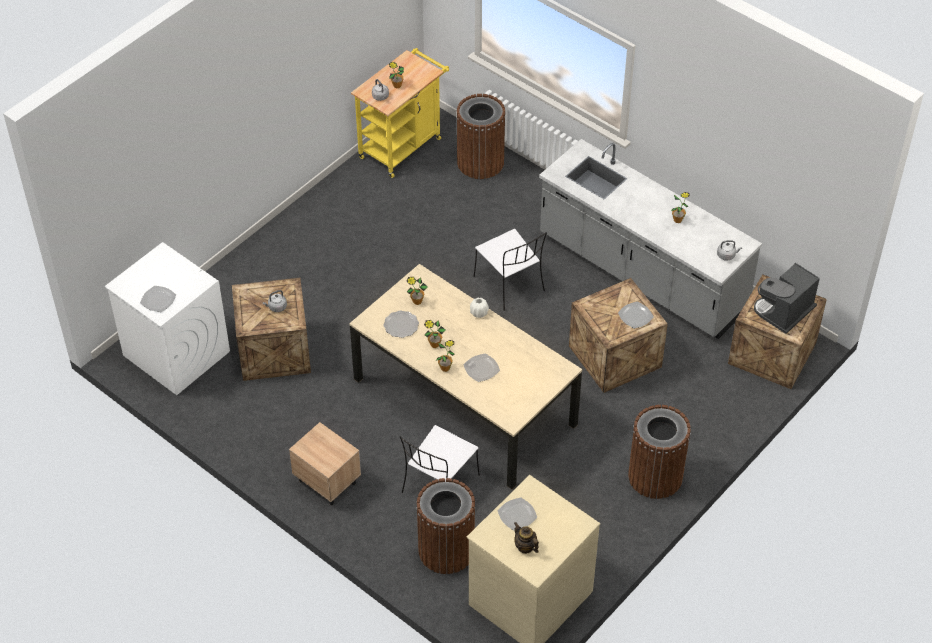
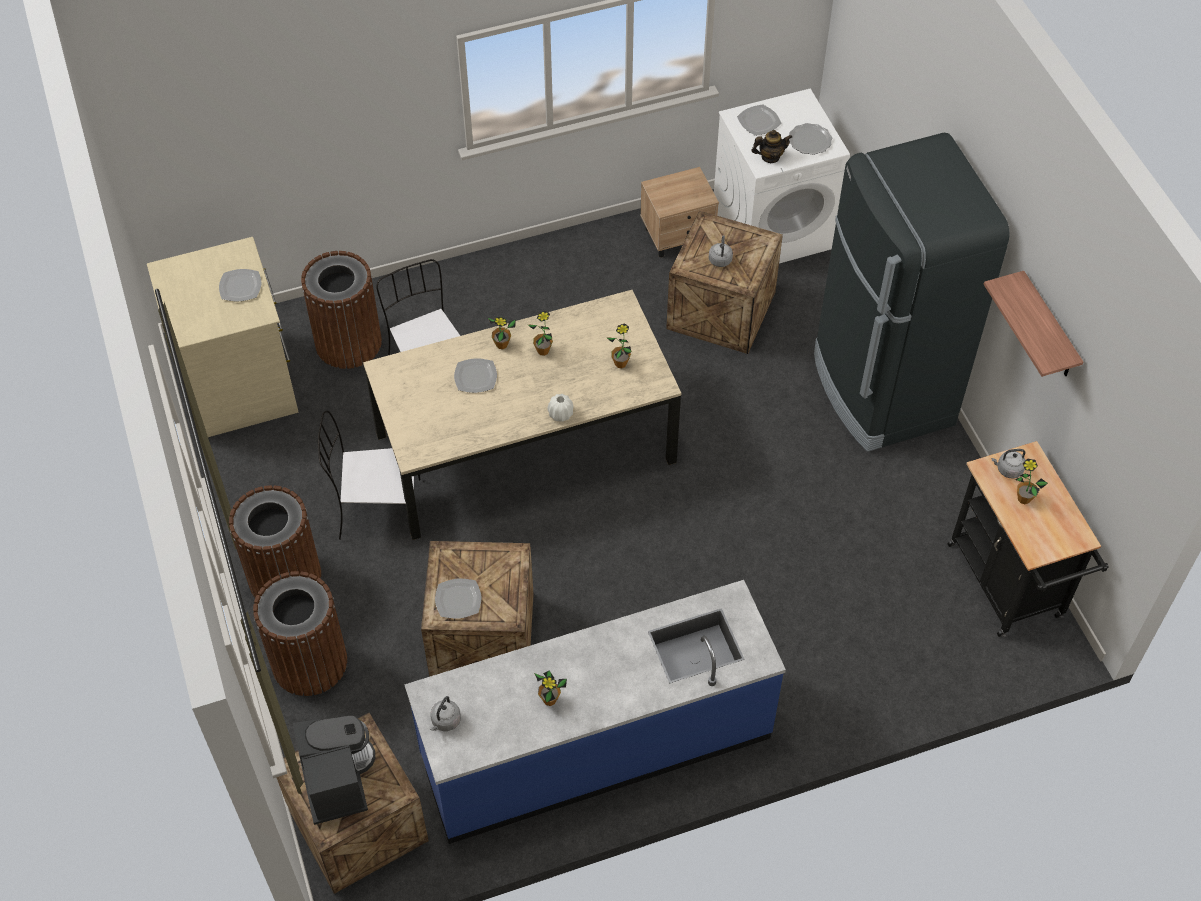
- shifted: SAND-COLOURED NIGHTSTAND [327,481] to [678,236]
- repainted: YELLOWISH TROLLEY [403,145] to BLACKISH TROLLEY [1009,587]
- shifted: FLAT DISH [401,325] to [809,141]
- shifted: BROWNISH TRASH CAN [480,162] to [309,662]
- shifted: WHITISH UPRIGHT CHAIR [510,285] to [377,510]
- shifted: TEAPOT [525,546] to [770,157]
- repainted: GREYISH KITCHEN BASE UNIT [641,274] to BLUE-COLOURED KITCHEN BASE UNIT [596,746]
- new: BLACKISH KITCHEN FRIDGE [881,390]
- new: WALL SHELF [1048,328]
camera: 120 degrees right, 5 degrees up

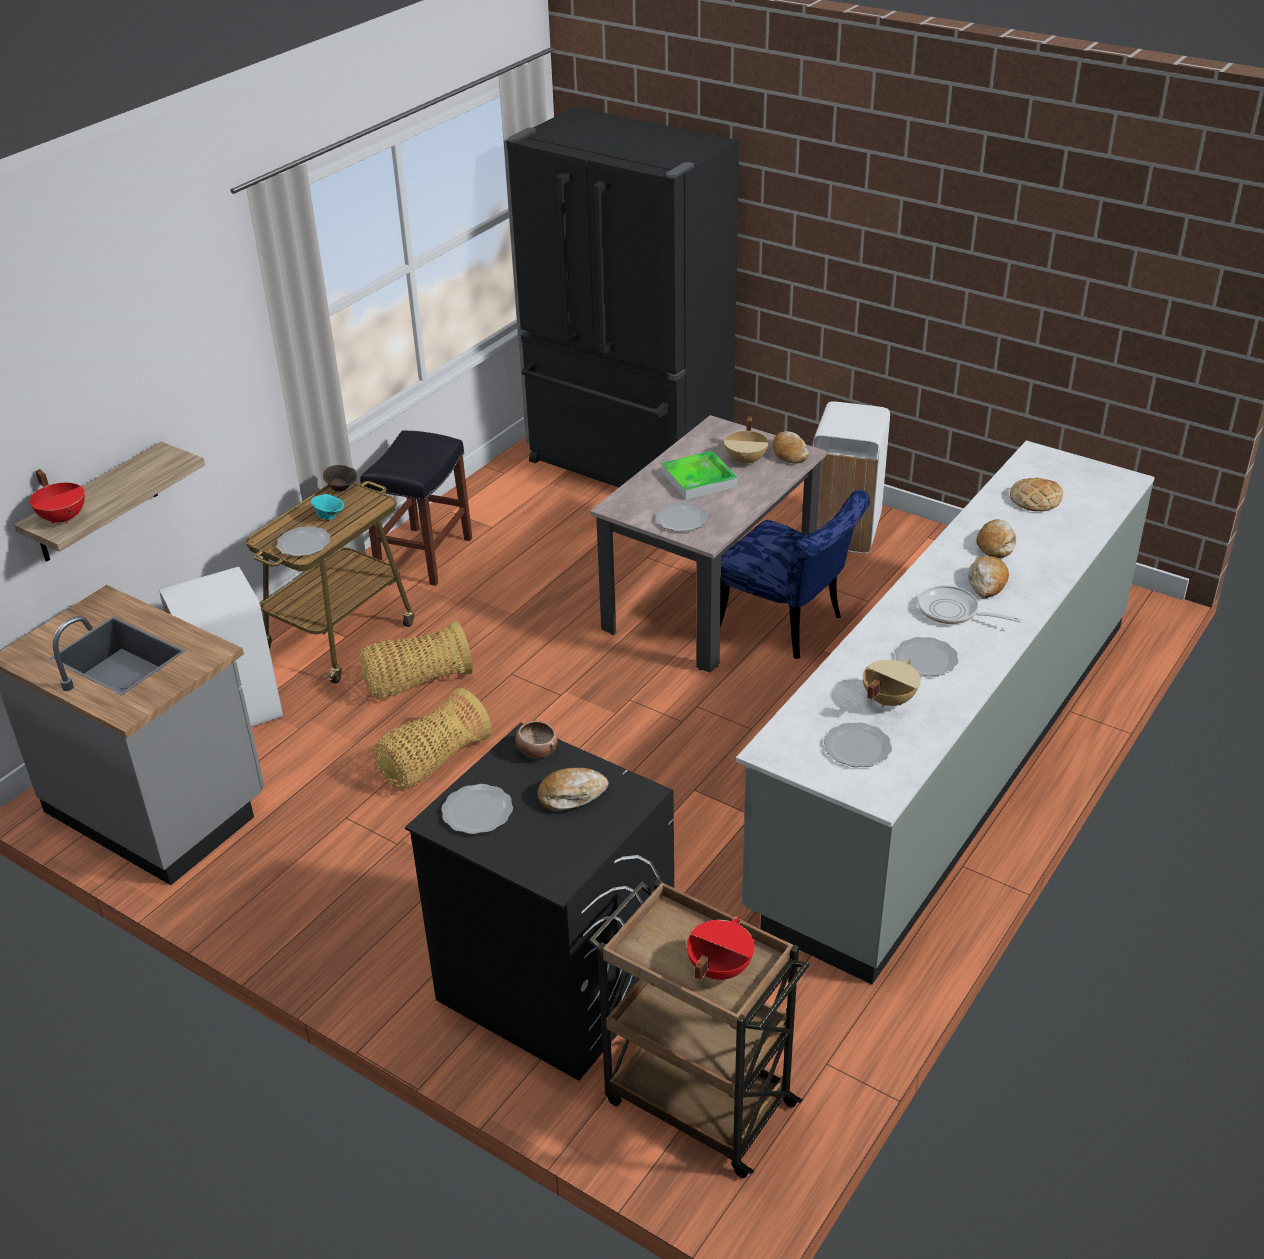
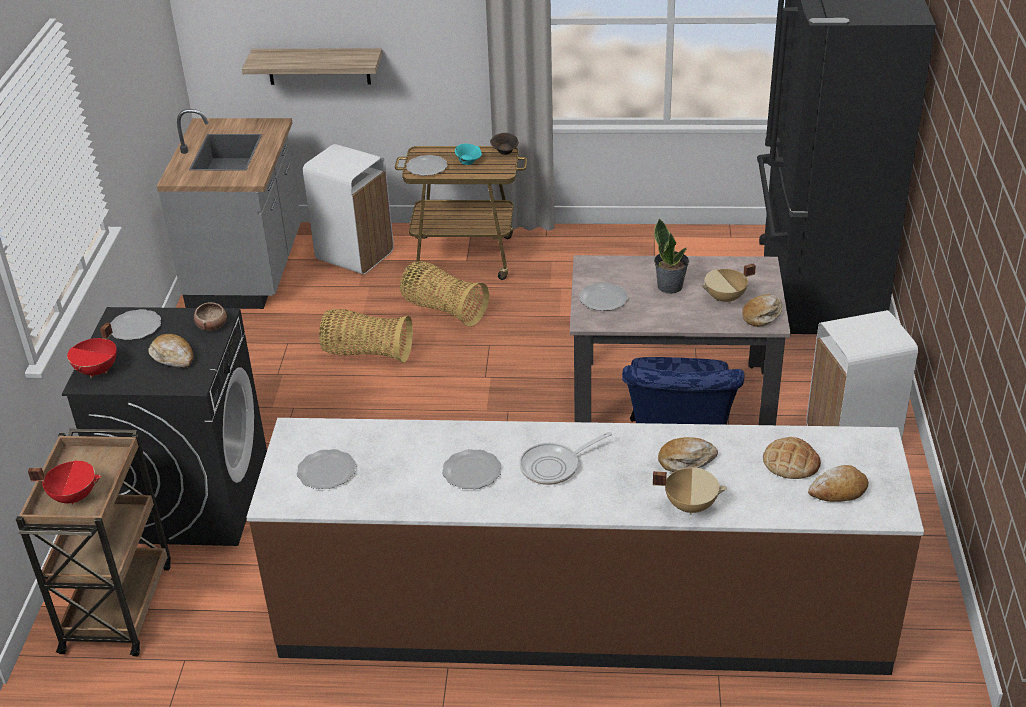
- shifted: RED-COLOURED STOCKPOT [64,518] to [98,371]
- gone: BLACKISH SITTING STOOL [424,555]
- swapped: SERVING TRAY [699,479] to POTTED PLANT [670,286]
- repainted: GREYISH KITCHEN BASE UNIT [948,757] to BROWNISH KITCHEN BASE UNIT [581,613]
- shifted: SAND-COLOURED STOCKPOT [887,699] to [690,505]
- rotated: PAN [953,612] = [554,466] 120 degrees counterclockwise
- shifted: BREAD [987,583] to [838,491]
camera: 60 degrees right, 0 degrees up

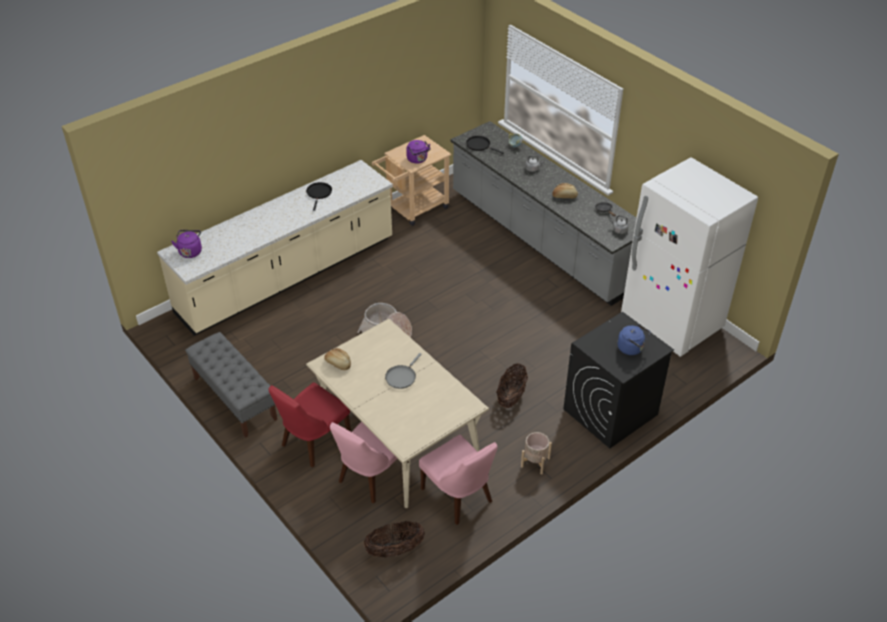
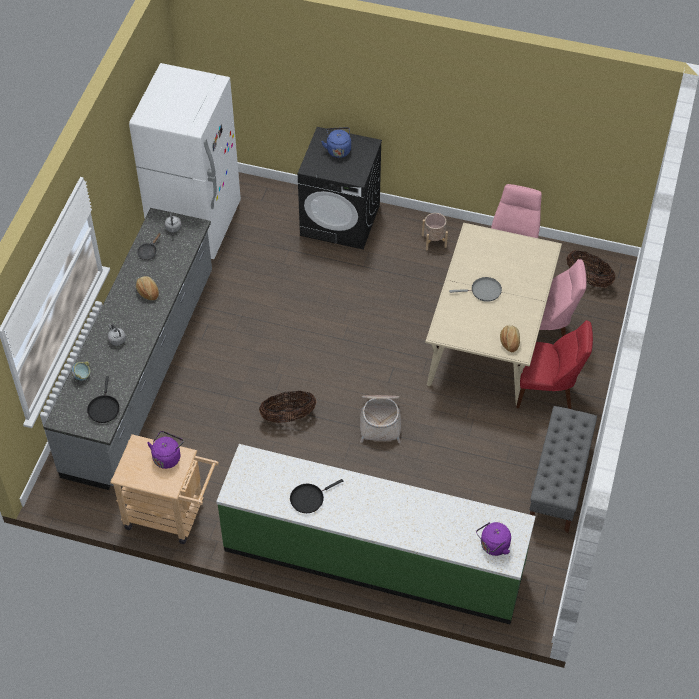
- repainted: SAND-COLOURED KITCHEN BASE UNIT [287,276] to GREEN-COLOURED KITCHEN BASE UNIT [374,558]
- shifted: STORAGE BASKET [511,396] to [288,416]
camera: 125 degrees left, 10 degrees up

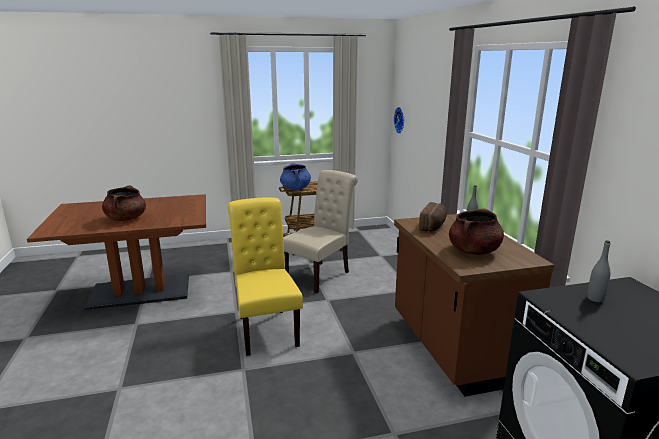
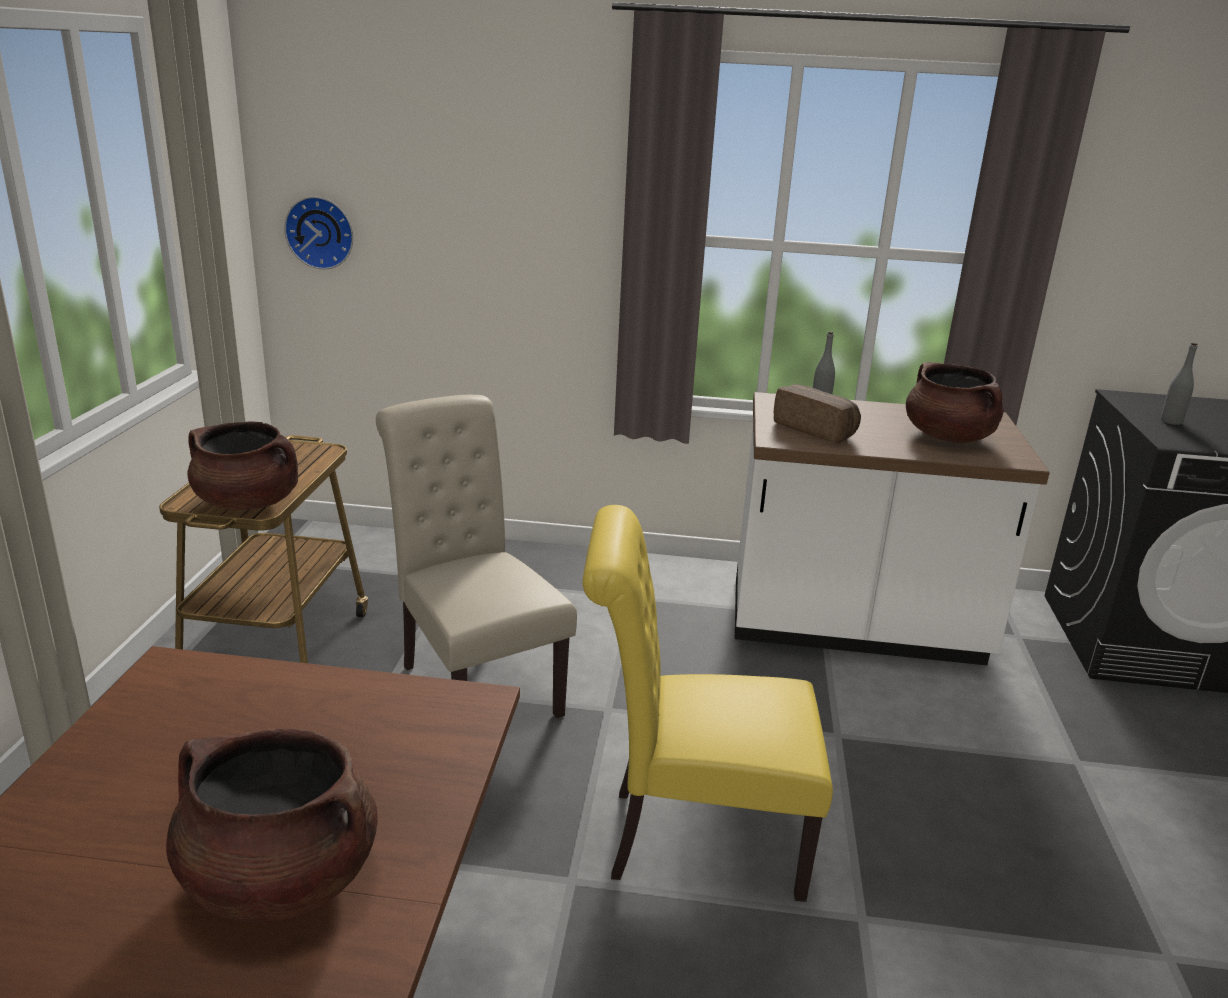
- repainted: BLUE-COLOURED STOCKPOT [295,188] to BROWNISH STOCKPOT [248,502]
- repainted: BROWNISH KITCHEN BASE UNIT [453,348] to WHITISH KITCHEN BASE UNIT [854,627]
camera: 70 degrees left, 5 degrees up

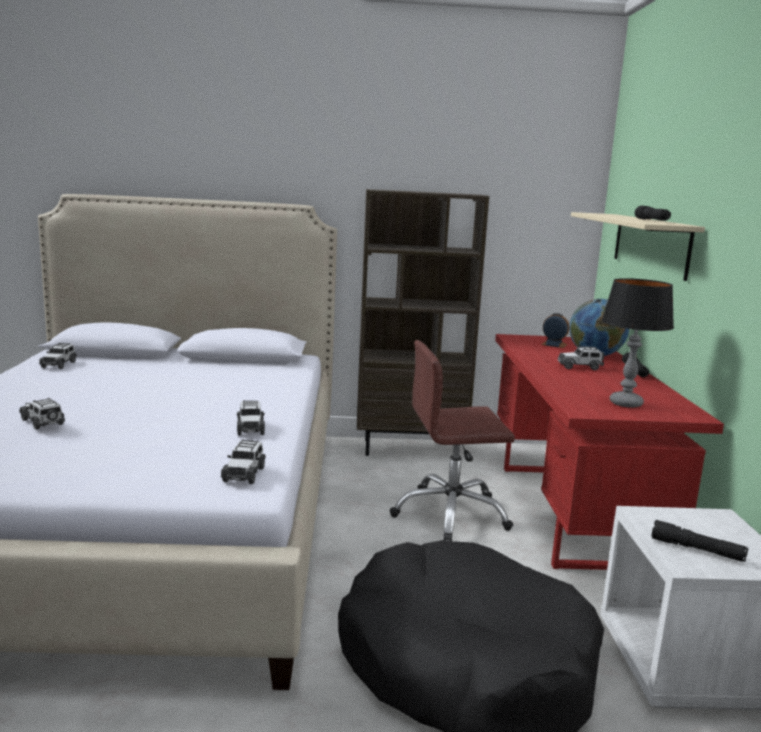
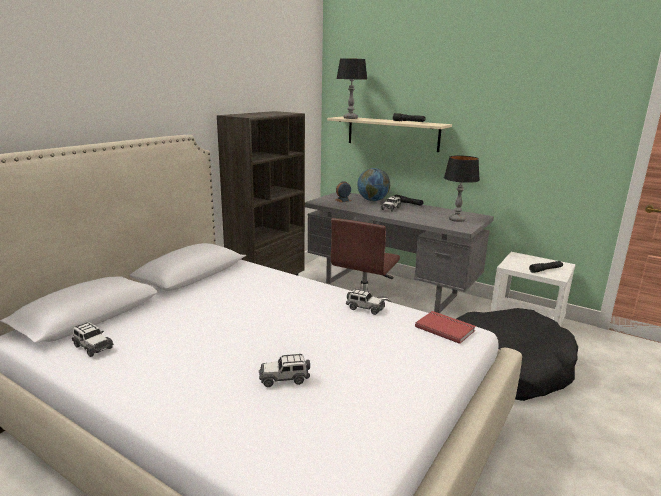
- swapped: MODEL CAR [244,474] to RED-COLOURED BOOK [445,328]
- repainted: RED-COLOURED DESK UNIT [570,513] to GREYISH DESK UNIT [391,289]
- new: TABLE LAMP [350,118]
camera: 55 degrees left, 5 degrees up

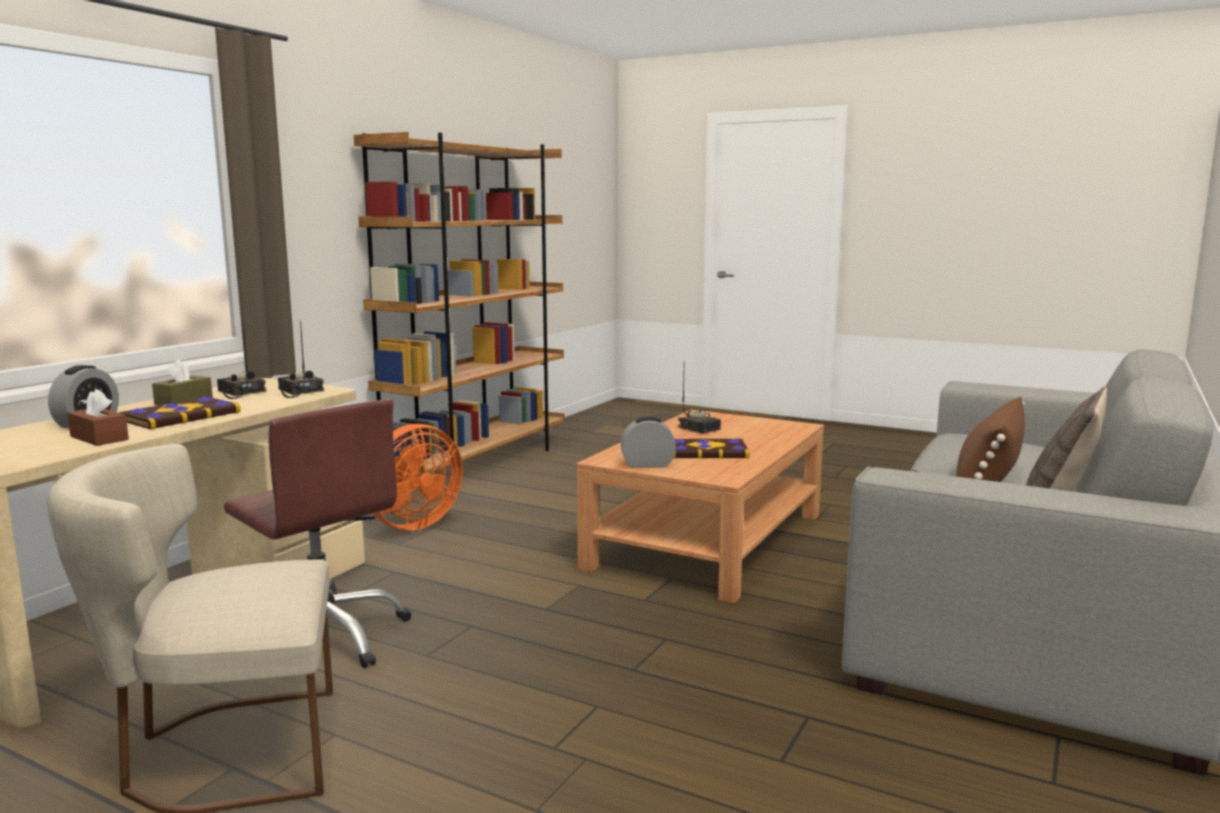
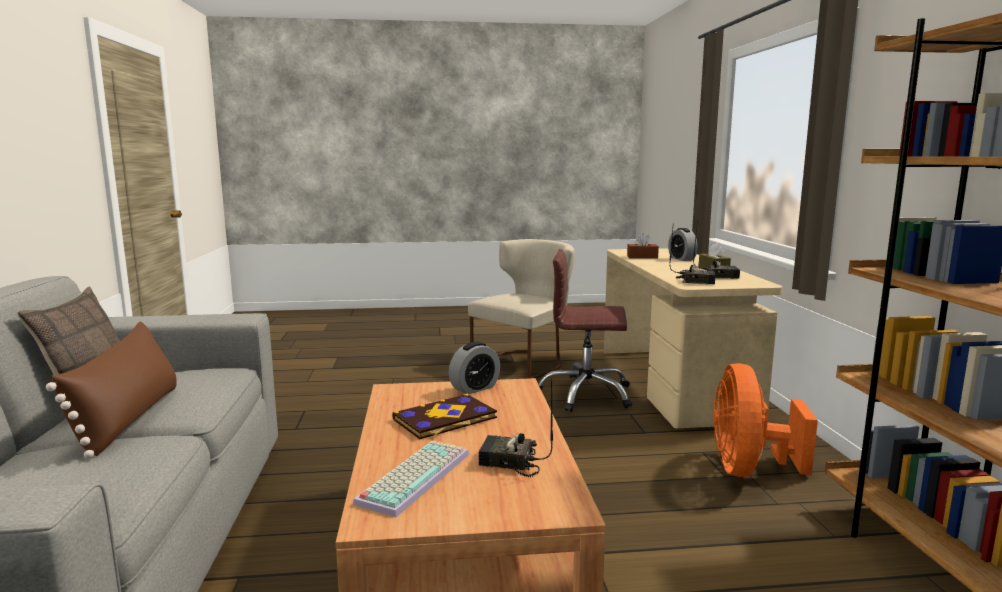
- gone: BOOK [180,416]
- new: PC KEYBOARD [414,476]
camera: 145 degrees right, 0 degrees up

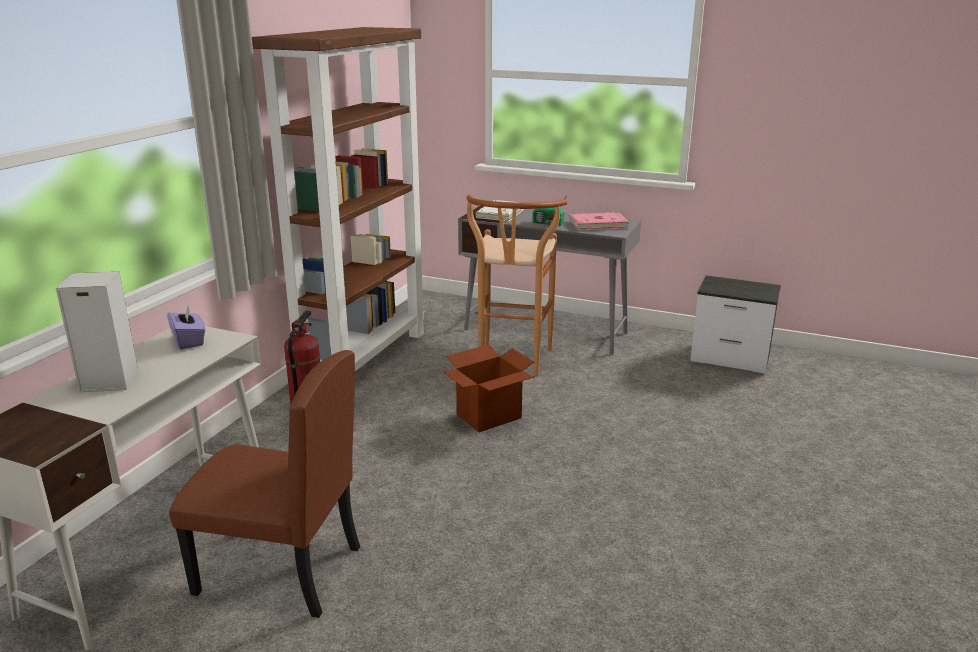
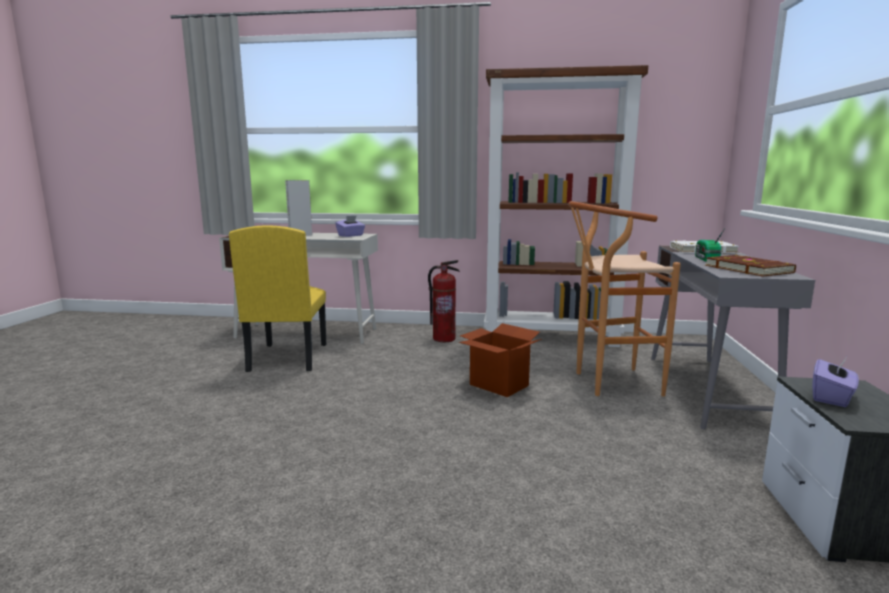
- repainted: BROWNISH UPRIGHT CHAIR [278,571] to YELLOWISH UPRIGHT CHAIR [287,357]
- repainted: PINK BOOK [597,224] to BROWNISH BOOK [748,269]
- new: PURPLE TISSUE BOX [831,397]
camera: 75 degrees right, 10 degrees down

